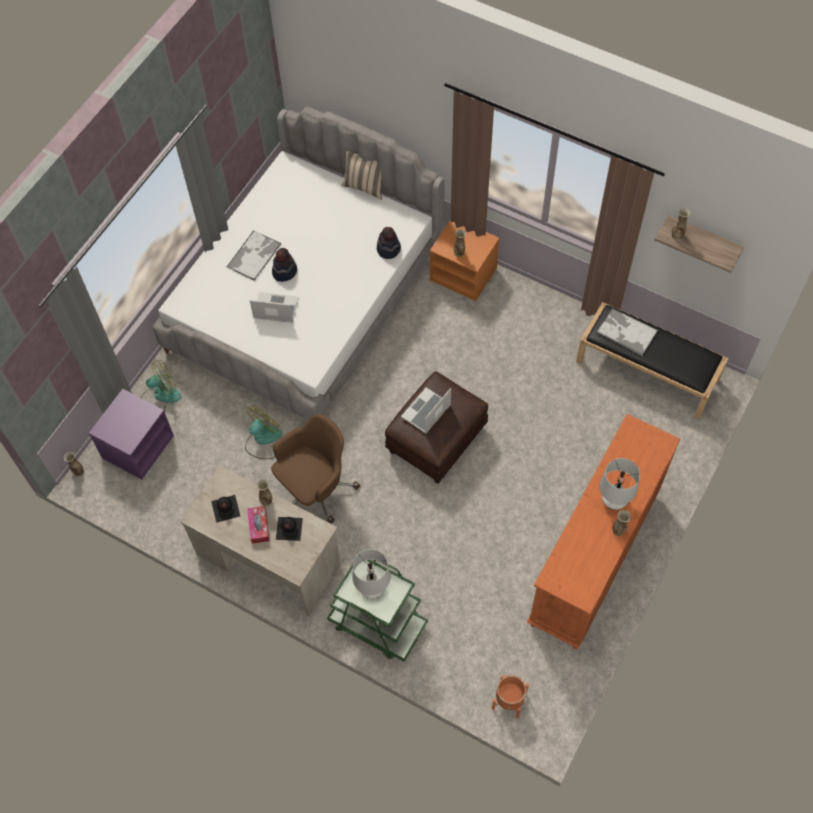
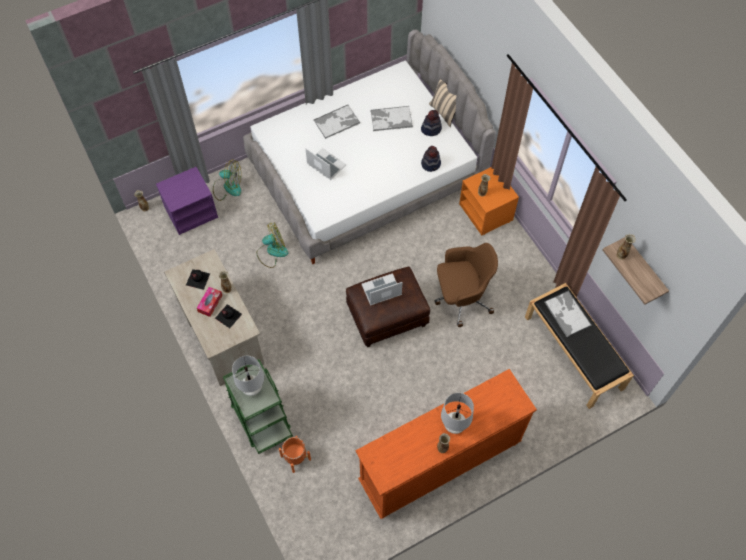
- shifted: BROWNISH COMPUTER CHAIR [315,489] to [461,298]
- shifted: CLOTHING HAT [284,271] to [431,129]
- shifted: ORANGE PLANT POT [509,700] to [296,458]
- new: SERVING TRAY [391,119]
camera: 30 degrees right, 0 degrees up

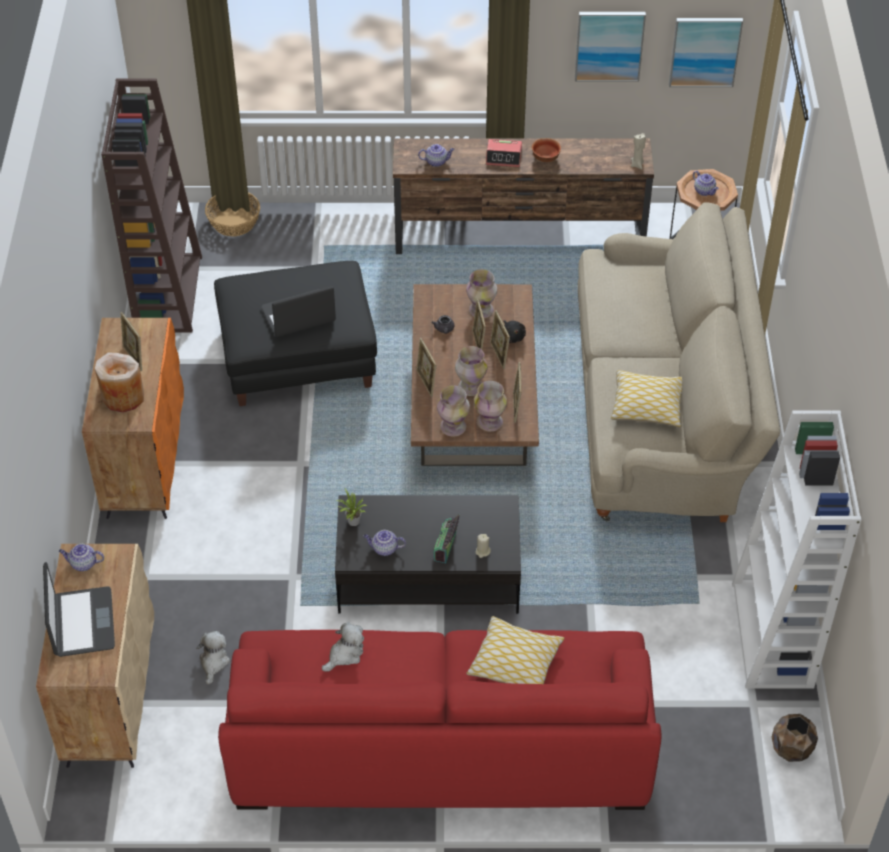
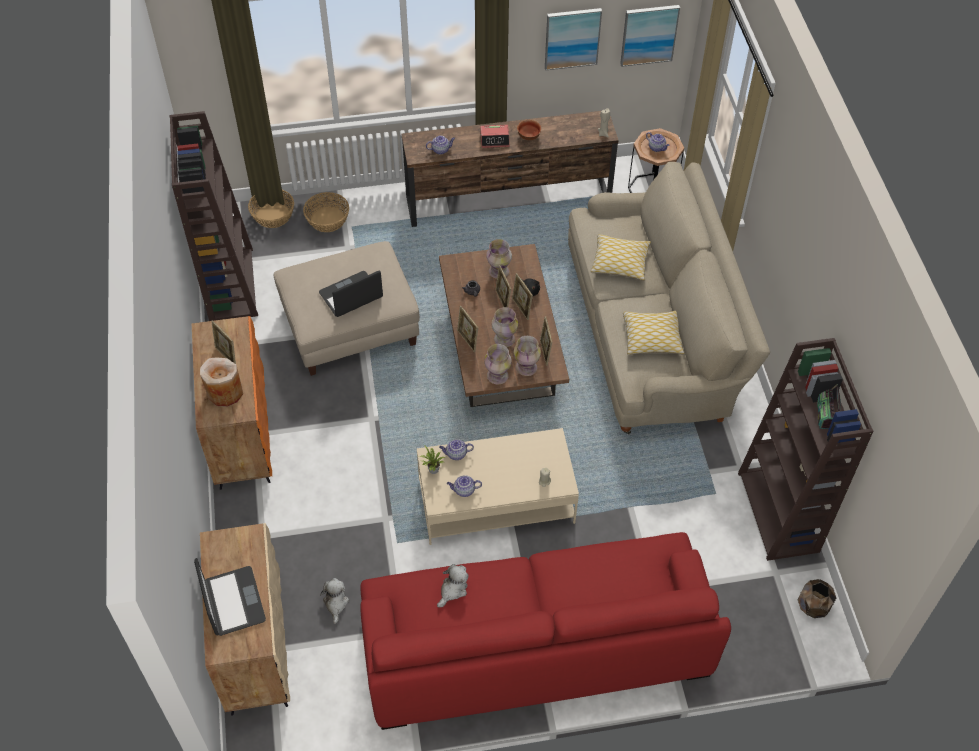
- shifted: TEAPOT [83,564] to [456,454]
- repainted: BLACKISH POUFFE [298,356] to SAND-COLOURED POUFFE [350,325]
- repainted: BLACKISH LOW TABLE [428,576] to SAND-COLOURED LOW TABLE [496,501]
- shifted: RADIO SET [446,546] to [825,414]
- shifted: CUSHION [515,663] to [620,263]
- repainted: WHITISH BOOKCASE [773,636] to BROWNISH BOOKCASE [779,512]
- new: STORAGE BASKET [327,219]
camera: 10 degrees left, 5 degrees up

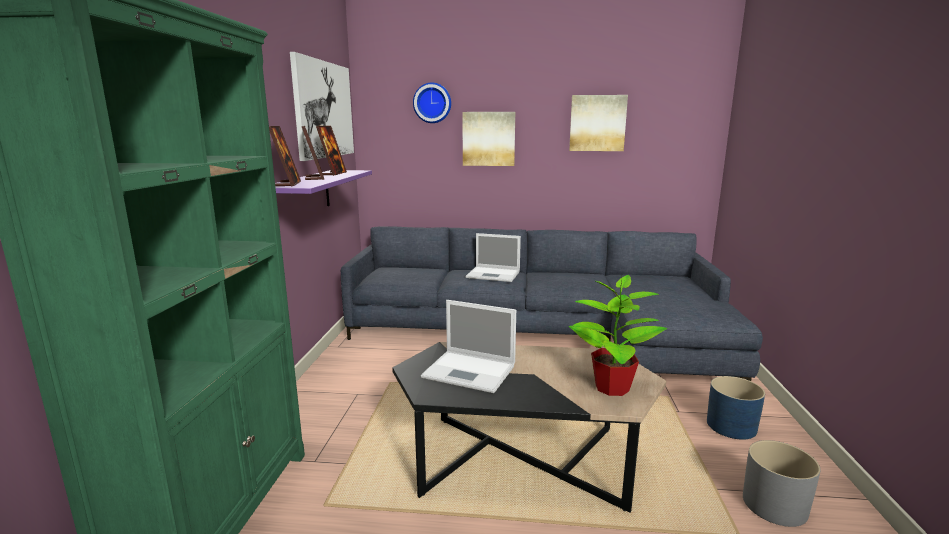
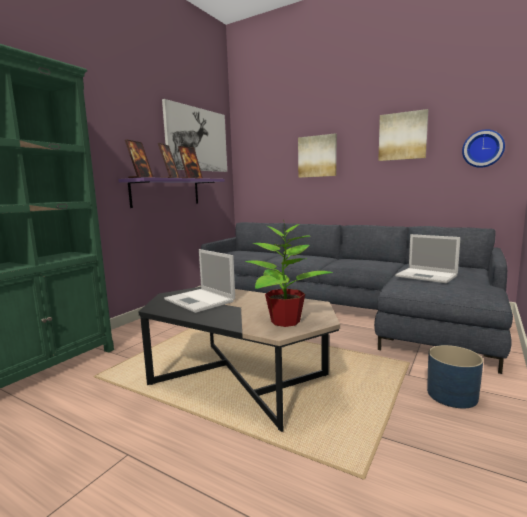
- shifted: WALL CLOCK [432,103] to [483,149]
- shifted: NOTEBOOK COMPUTER [494,274] to [427,276]
- gone: GREYISH PLANT POT [775,505]
camera: 25 degrees right, 5 degrees down

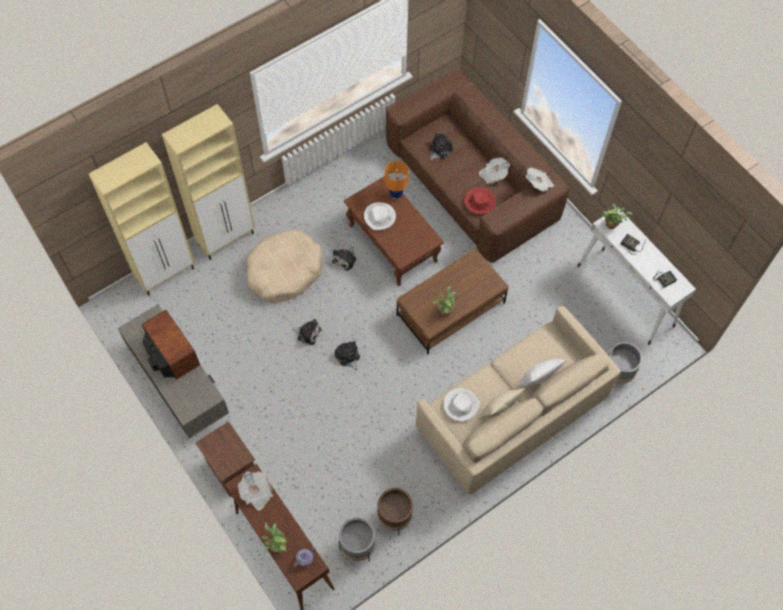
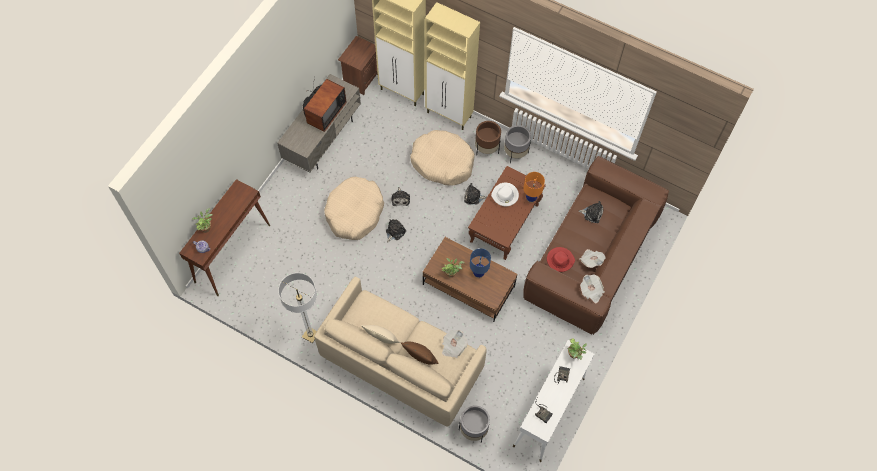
- shifted: BROWNISH NIGHTSTAND [232,471] to [361,79]
- shifted: DAILY PAPER [256,493] to [453,346]
- shifted: GREYISH PLANT POT [358,547] to [515,153]
- shifted: BROWNISH PLANT POT [394,518] to [486,149]
- gone: WHITISH CLOTHING HAT [460,405]
- repainted: WHITISH CUSHION [538,379] to BROWNISH CUSHION [420,358]
- new: FLOOR LAMP [310,335]
- new: SAND-COLOURED DOG CUSHION [354,213]
- new: BLUE-COLOURED TABLE LAMP [478,273]
camera: 65 degrees right, 0 degrees up

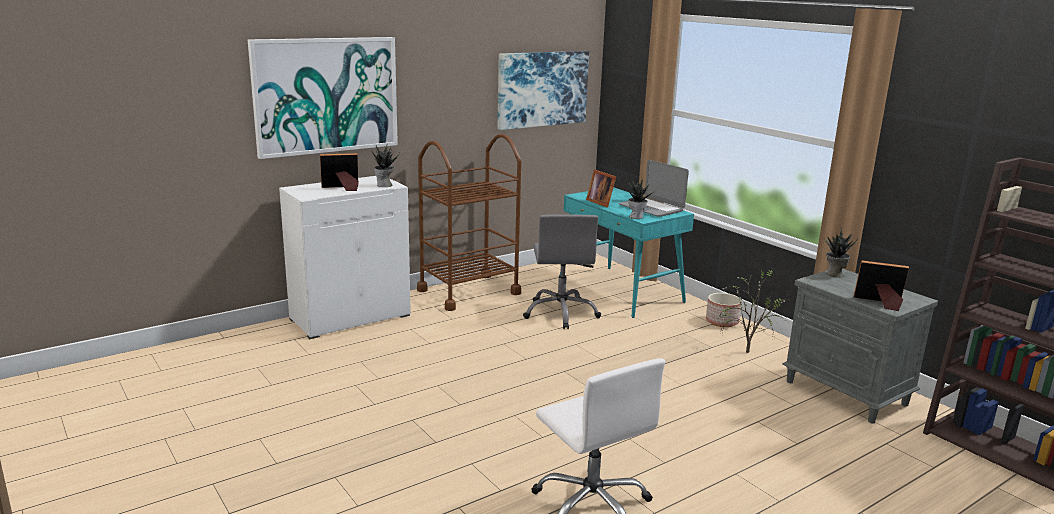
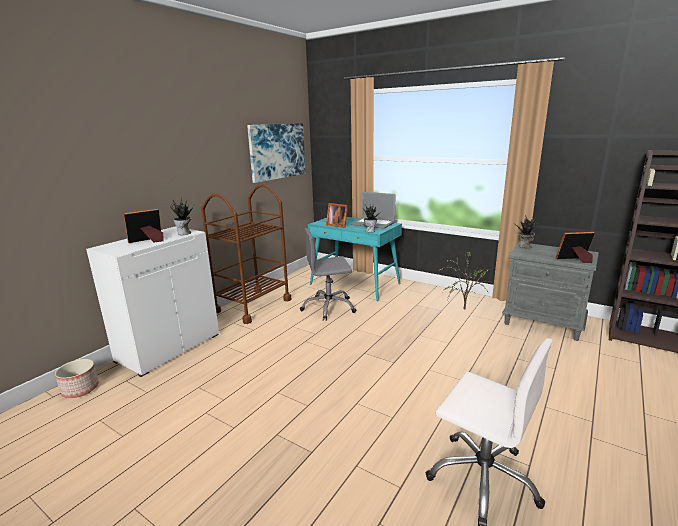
- gone: WALL PICTURE [326,95]
- rotated: GREYISH COMPUTER CHAIR [561,313] = [328,307] 105 degrees clockwise
- shifted: PLANT POT [722,322] to [81,389]
camera: 20 degrees left, 0 degrees up

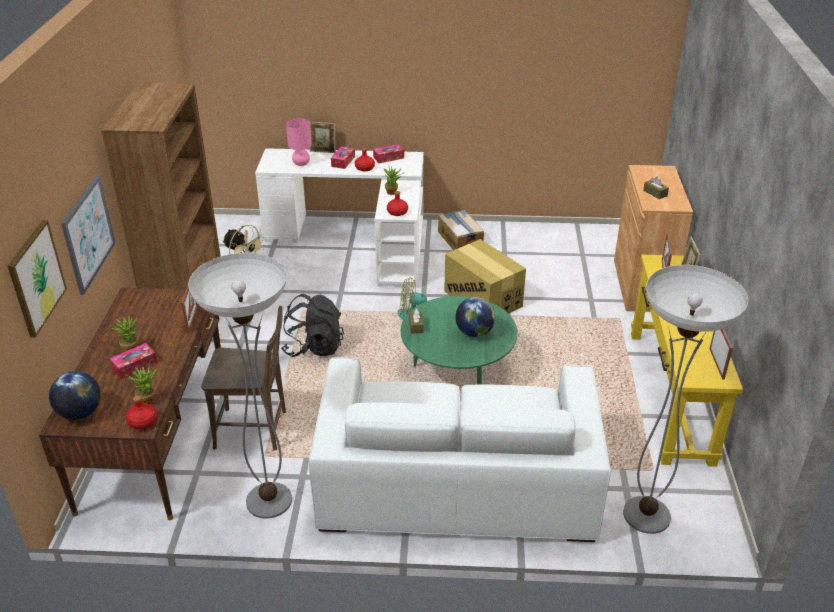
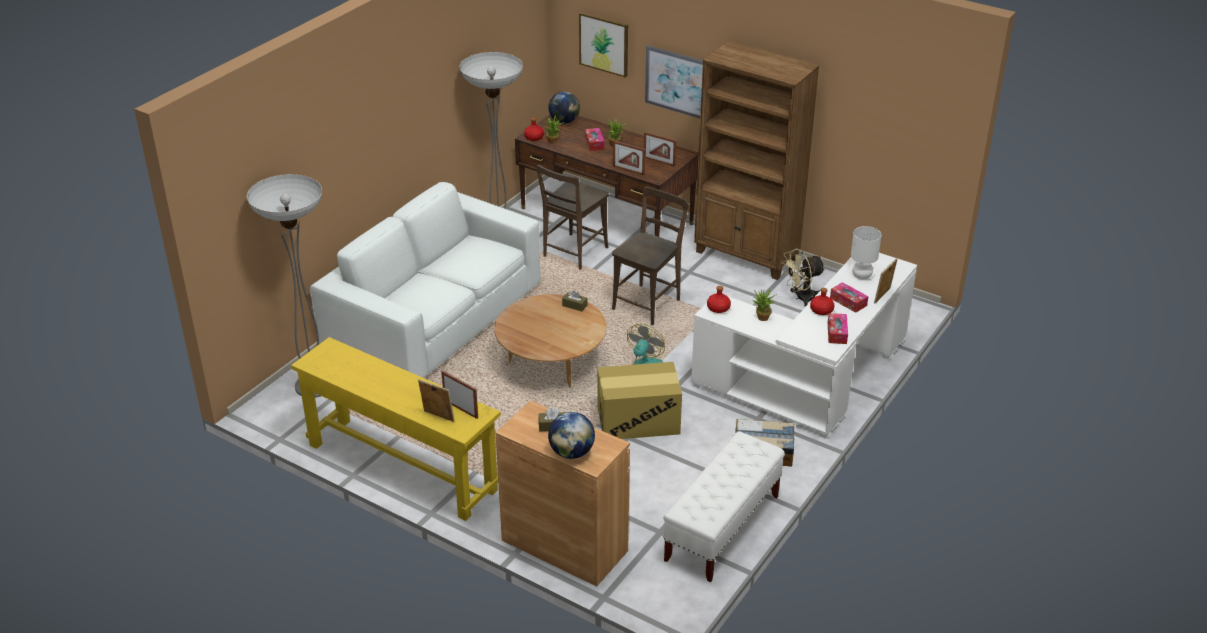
- swapped: BLACKISH RUCKSACK [314,347] to BROWNISH UPRIGHT CHAIR [648,303]
- repainted: PINK TABLE LAMP [301,163] to WHITISH TABLE LAMP [861,276]
- repainted: GREEN-COLOURED LOW TABLE [457,368] to BROWNISH LOW TABLE [551,364]
- shifted: GLOBE [474,332] to [571,452]
- shifted: STANDING FRAME [716,363] to [659,162]
- new: WHITISH BENCH [722,528]
camera: 120 degrees right, 0 degrees up

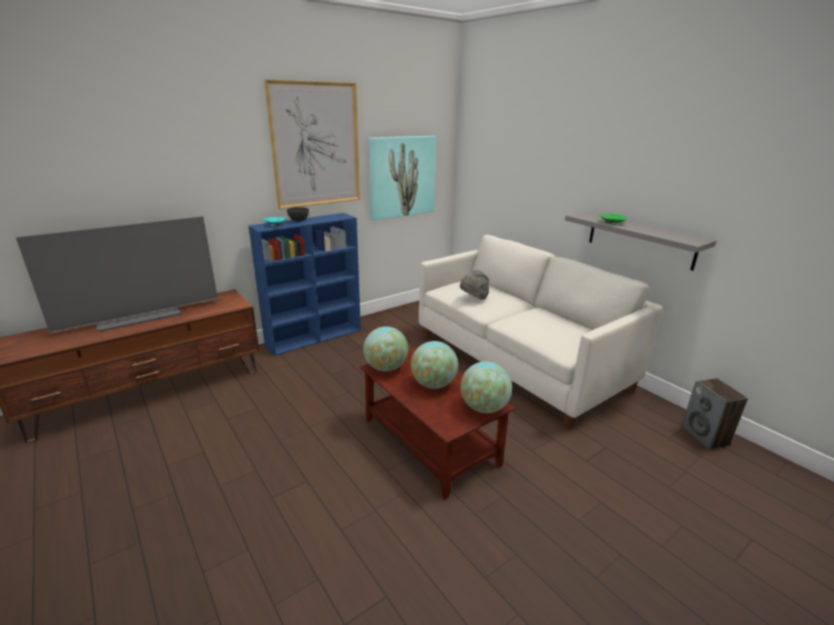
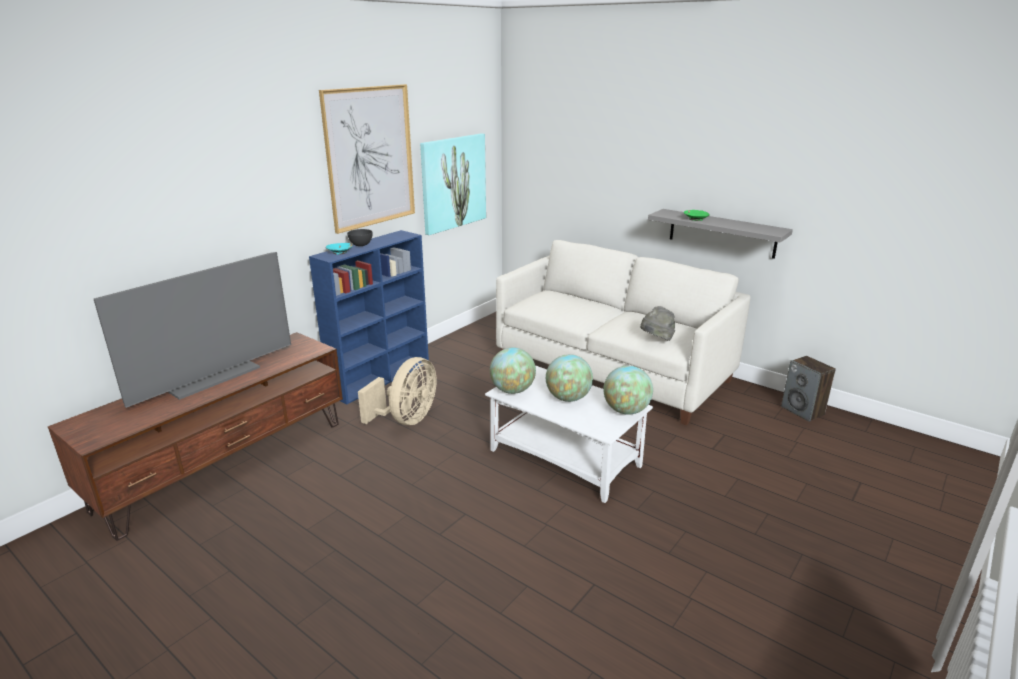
- repainted: BROWNISH LOW TABLE [431,442] to WHITISH LOW TABLE [566,458]
- shifted: GREYISH CLOTHING HAT [474,298] to [656,340]
- new: SAND-COLOURED ELECTRIC FAN [406,419]
camera: 15 degrees left, 0 degrees up

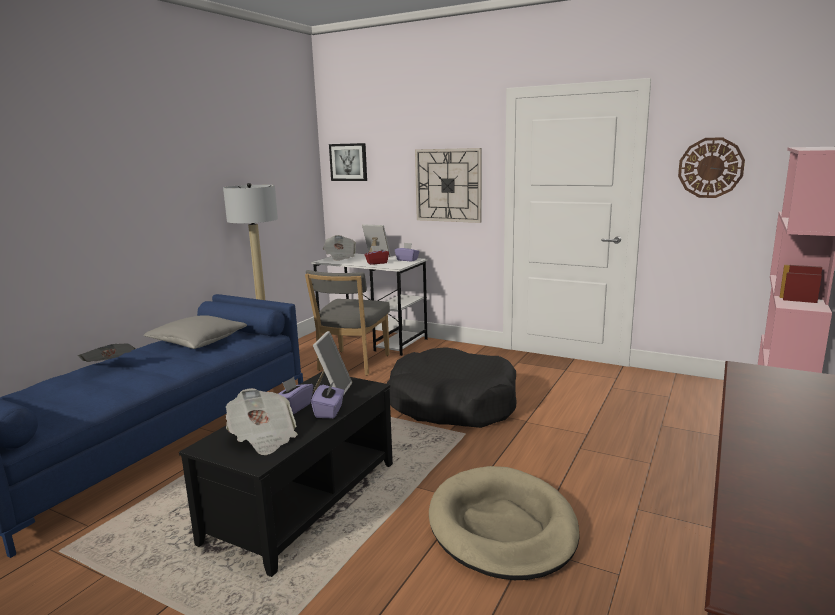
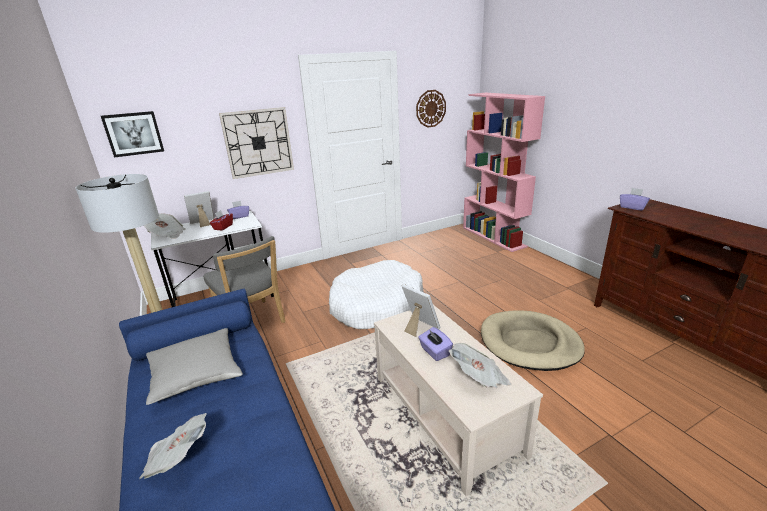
- repainted: BLACKISH LOW TABLE [304,500] to SAND-COLOURED LOW TABLE [445,413]
- shifted: PURPLE TISSUE BOX [329,411] to [632,207]
- repainted: BLACKISH DOG CUSHION [452,404] to WHITISH DOG CUSHION [376,305]
camera: 55 degrees left, 10 degrees up

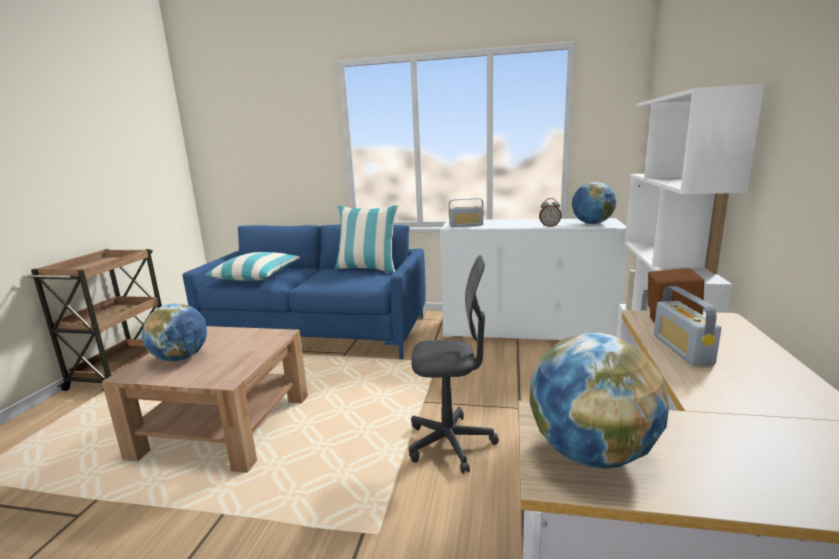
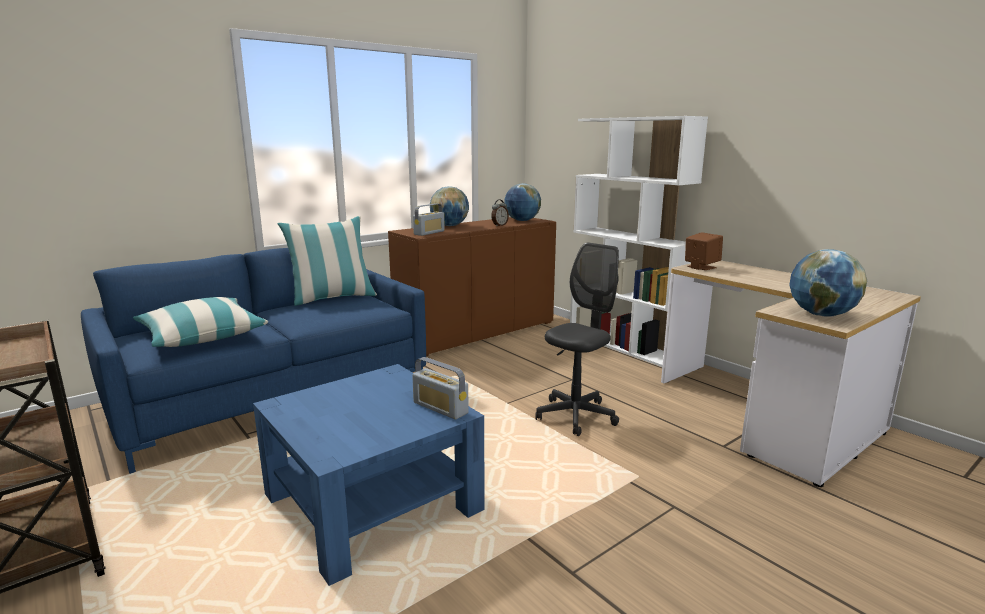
- repainted: BROWNISH LOW TABLE [224,425] to BLUE-COLOURED LOW TABLE [372,502]
- shifted: GLOBE [181,358] to [449,226]
- repainted: WHITISH CABINET [526,330] to BROWNISH CABINET [477,332]
- shifted: RADIO SET [682,349] to [440,408]
camera: 50 degrees left, 0 degrees up

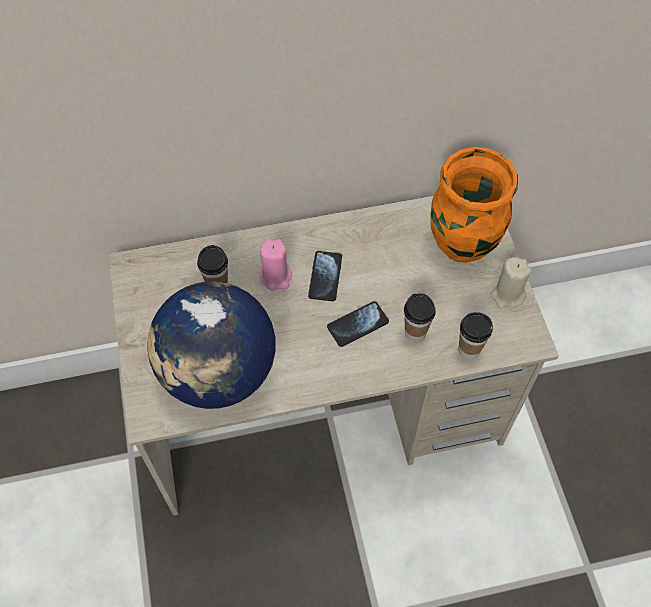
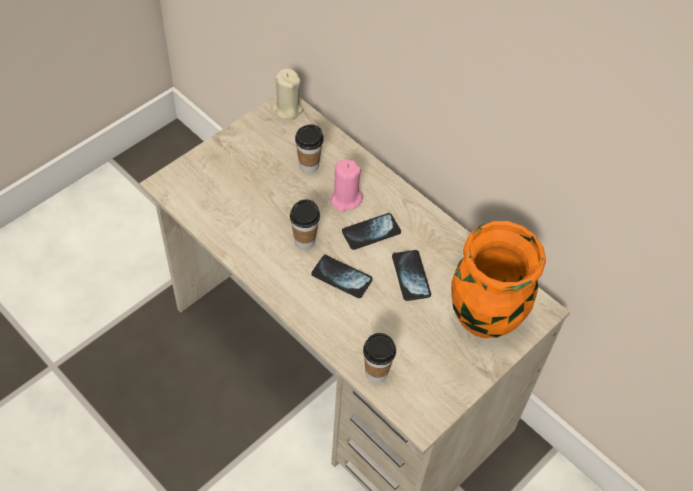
- gone: GLOBE [218,373]
- shifted: DRINKING CUP [415,332] to [304,241]
- shifted: SAND-COLOURED WAX CANDLE [507,295] to [287,109]
- new: PHONE [411,276]
camera: 55 degrees right, 5 degrees down

